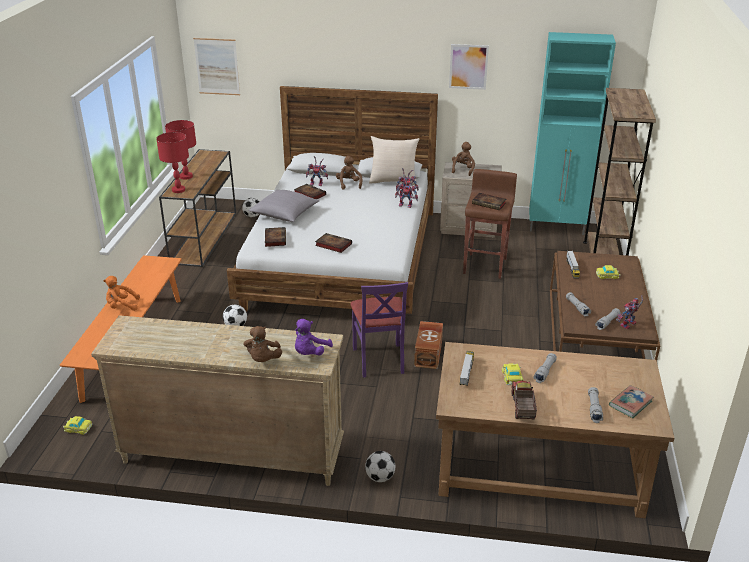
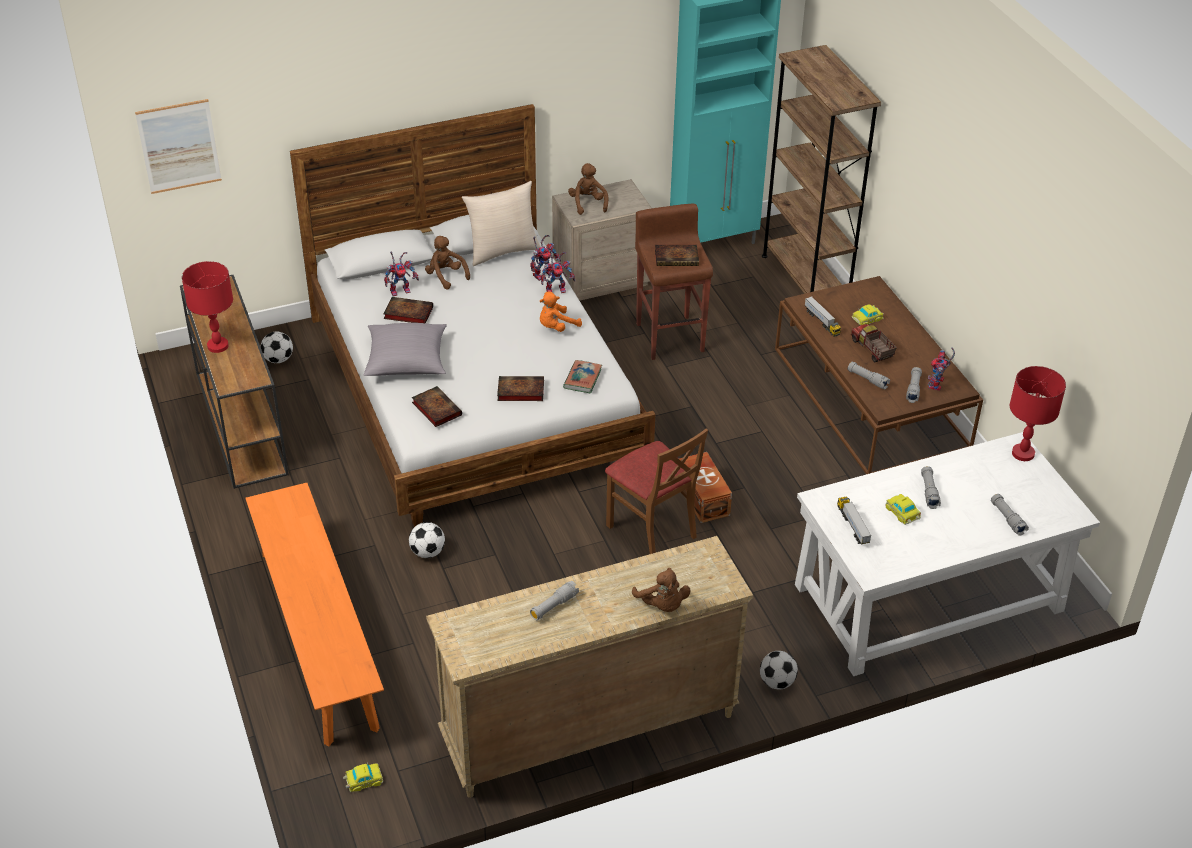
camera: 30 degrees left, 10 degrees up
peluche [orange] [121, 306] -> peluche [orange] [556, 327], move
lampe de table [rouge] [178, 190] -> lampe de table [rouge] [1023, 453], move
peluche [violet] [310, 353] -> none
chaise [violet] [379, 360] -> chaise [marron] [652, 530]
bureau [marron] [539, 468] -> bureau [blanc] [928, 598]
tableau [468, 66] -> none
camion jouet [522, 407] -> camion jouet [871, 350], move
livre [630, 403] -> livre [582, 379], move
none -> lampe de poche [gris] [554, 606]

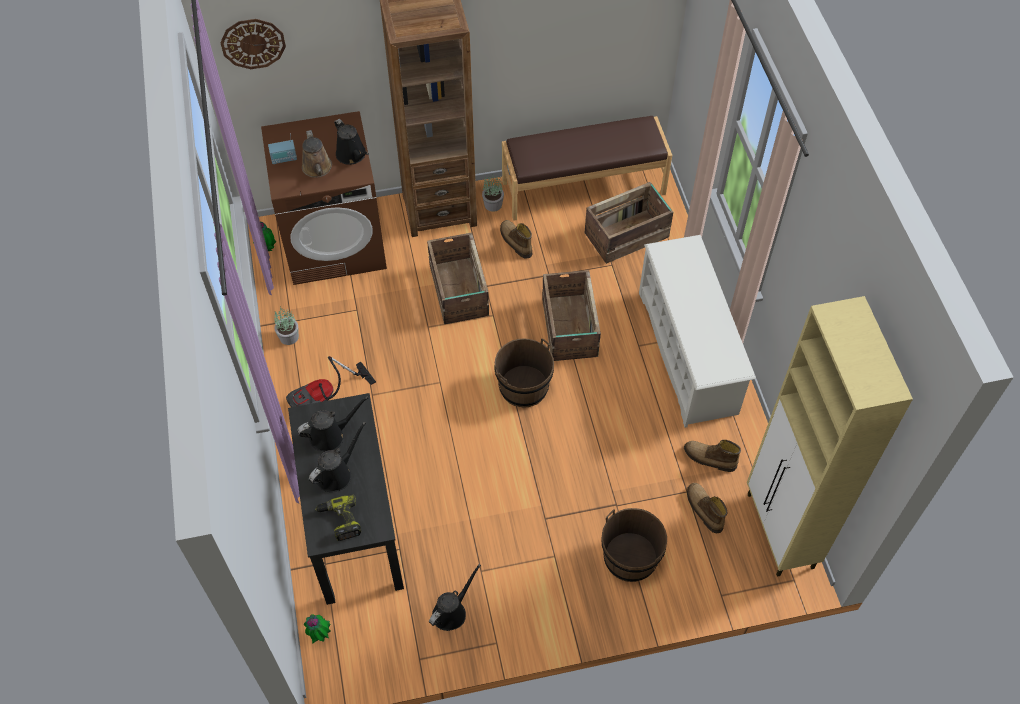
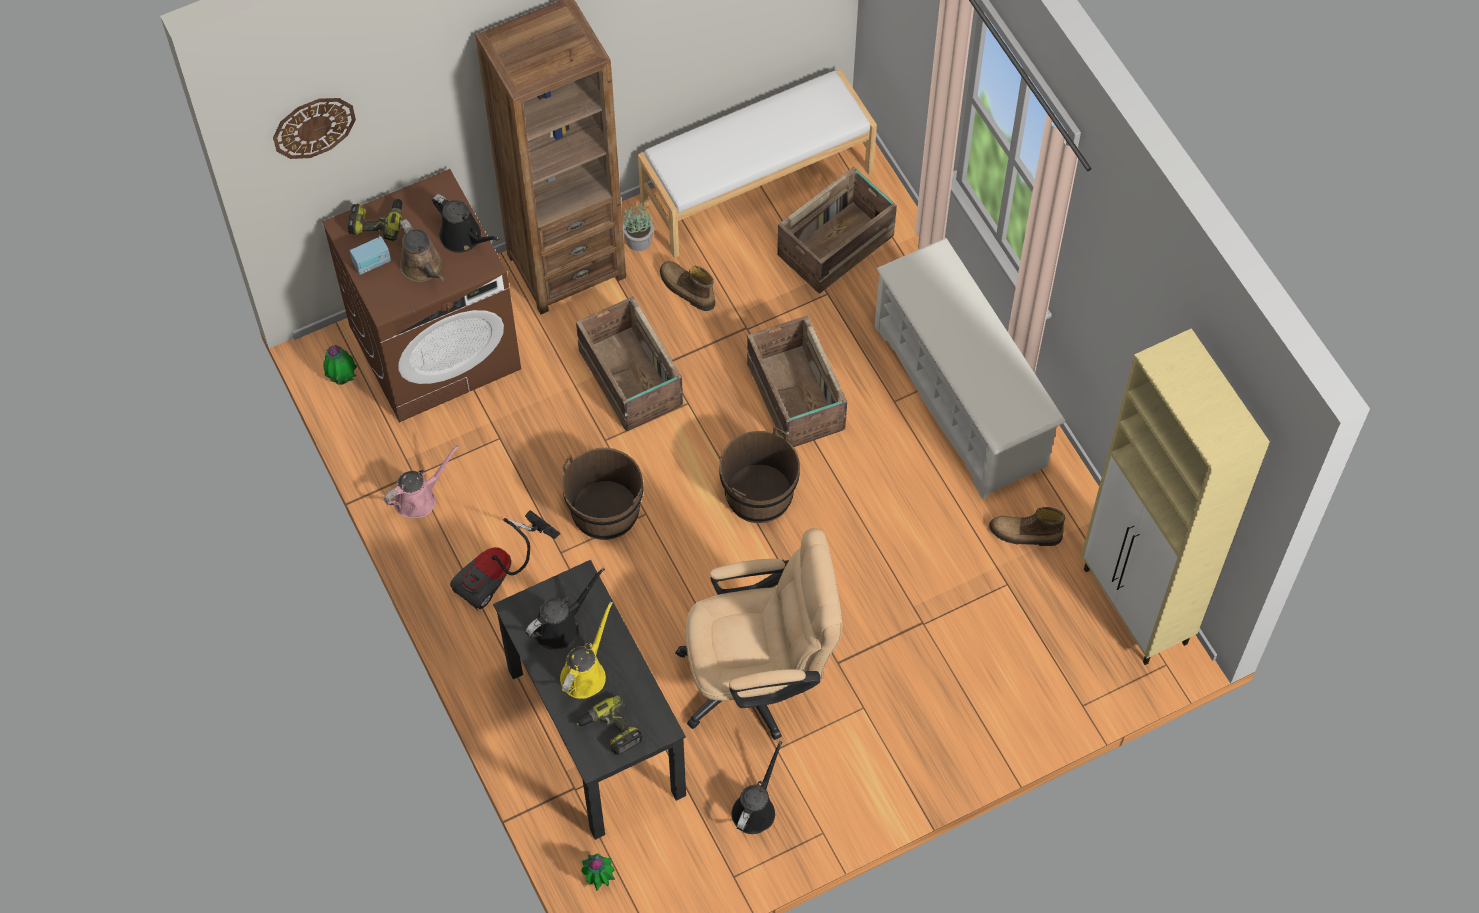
camera: 15 degrees left, 5 degrees up
plante en pot [288, 336] -> arrosoir [rose] [419, 498]
arrosoir [noir] [336, 473] -> arrosoir [jaune] [585, 673]
banc [marron] [583, 187] -> banc [blanc] [756, 186]
seau [marron] [630, 558] -> seau [marron] [605, 511], move
botte [703, 510] -> none
none -> perceuse [377, 222]
none -> chaise de bureau [beige] [759, 679]

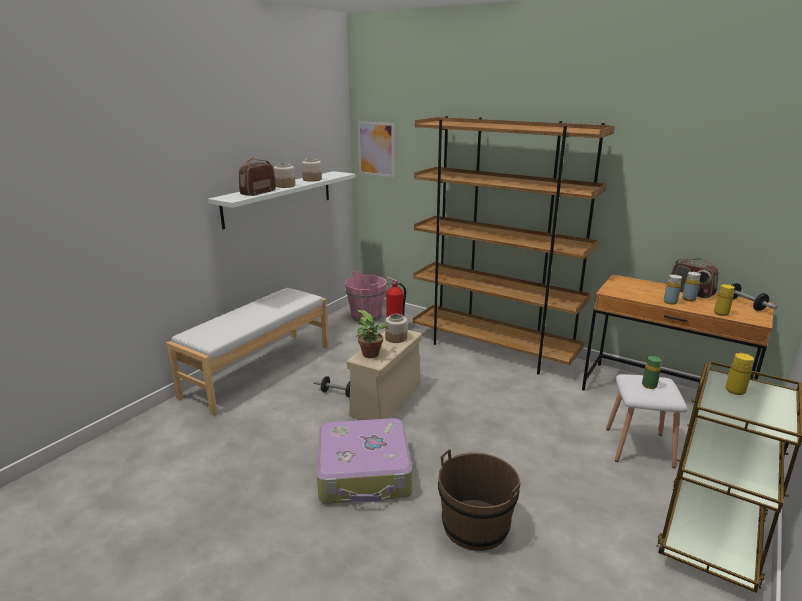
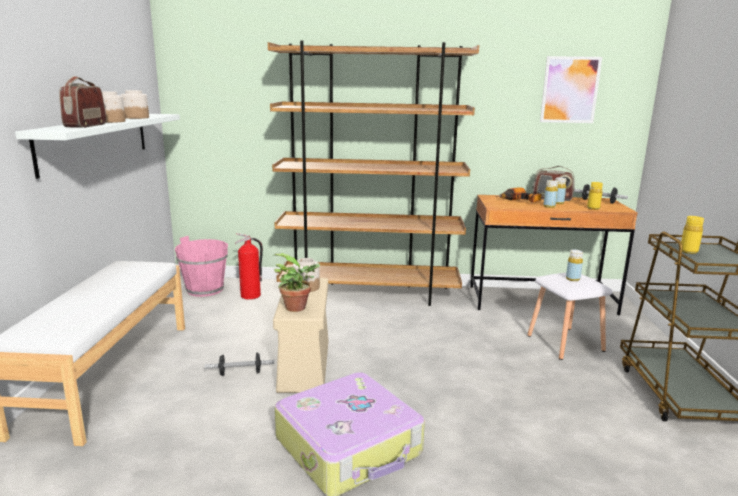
camera: 30 degrees left, 5 degrees down
tableau [376, 149] -> tableau [570, 90], move
seau [marron] [475, 525] -> none
bouteille [vert] [649, 385] -> bouteille [jaune] [572, 279]
none -> perceuse [519, 201]

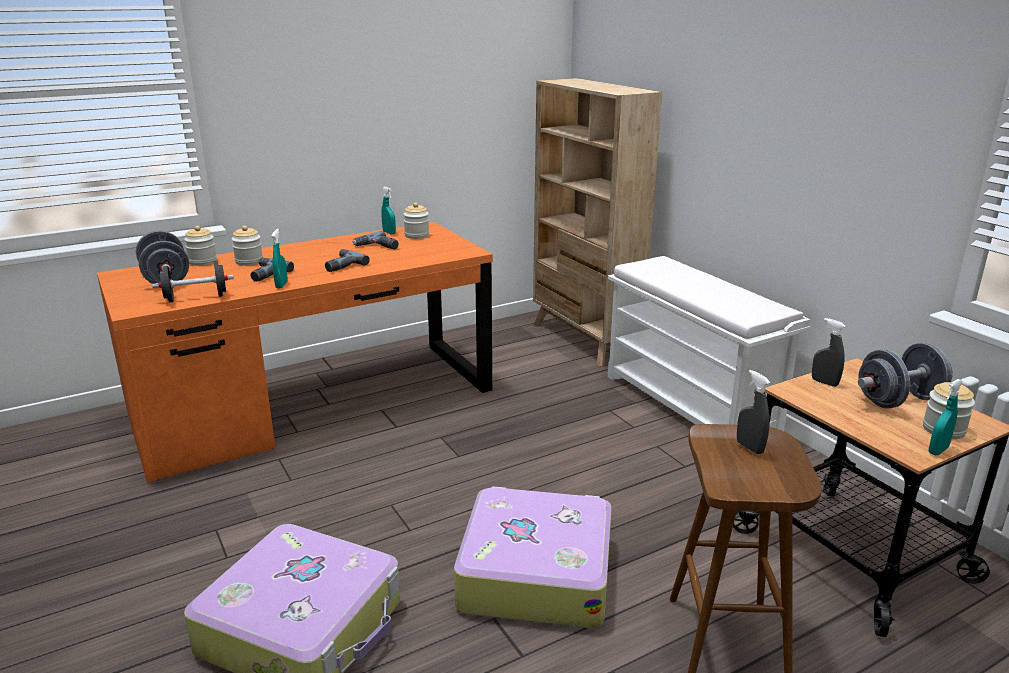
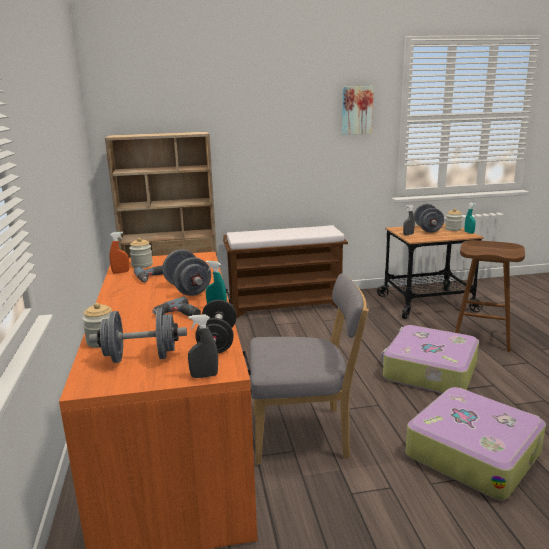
camera: 70 degrees left, 5 degrees down
bocal [249, 261] -> none
perceuse [340, 265] -> haltère [gris] [188, 289]
vaporisateur [turquoise] [389, 233] -> vaporisateur [orange] [120, 272]
banc [blanc] [691, 405] -> banc [marron] [286, 304]
vaporisateur [gris] [749, 447] -> vaporisateur [gris] [204, 376], move
none -> chaise [gris] [305, 435]
none -> tableau [356, 110]

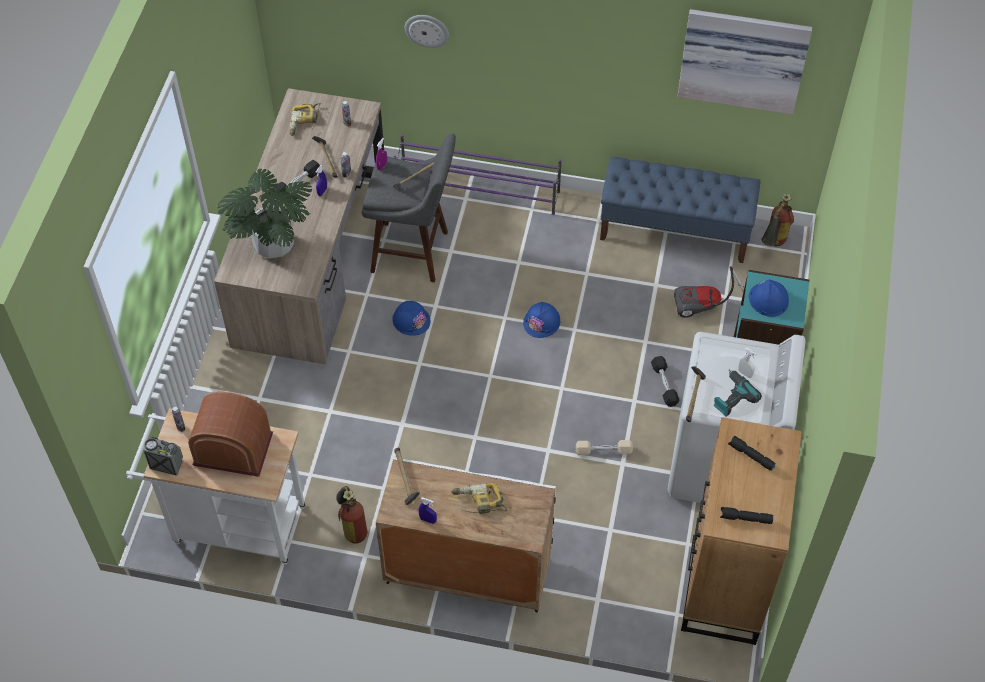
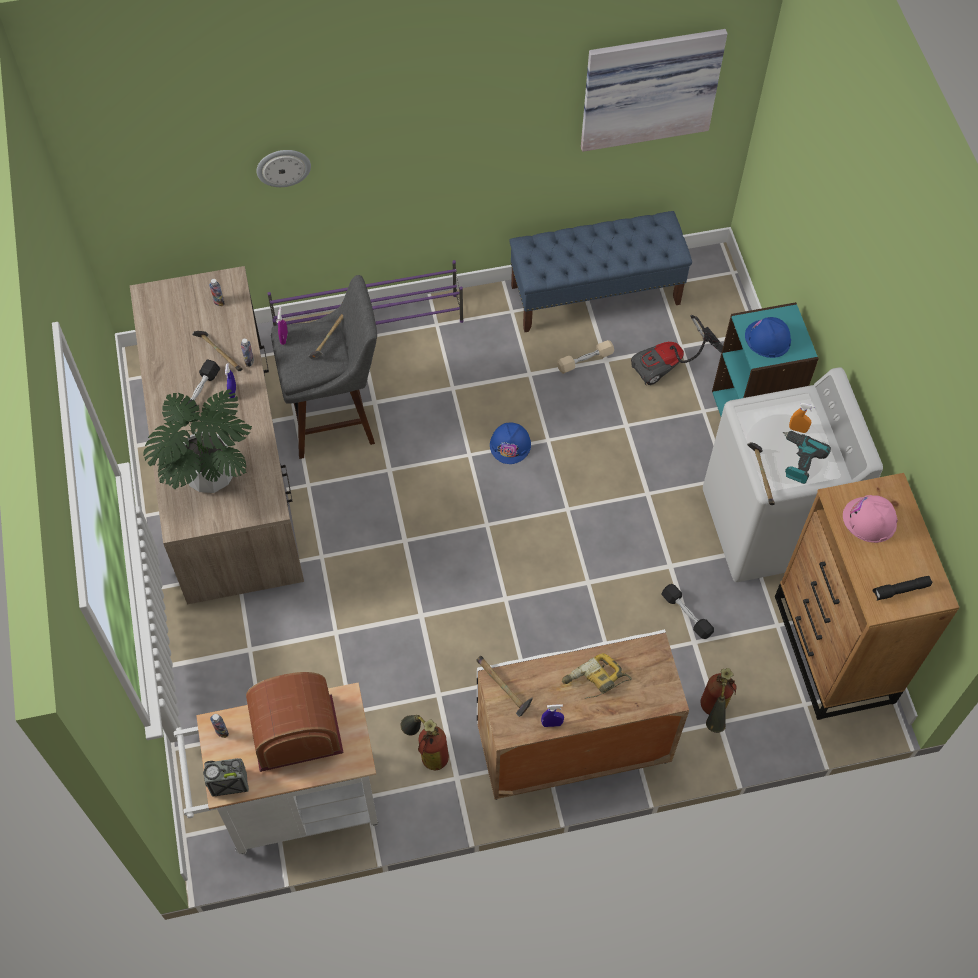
camera: 25 degrees left, 5 degrees up
perceuse [305, 122] -> none
casque de chantier [bleu] [411, 320] -> none
haltère [beige] [603, 451] -> haltère [beige] [585, 361], move
haltère [noir] [664, 385] -> haltère [noir] [686, 614], move
lampe de poche [noir] [750, 456] -> casque de chantier [rose] [869, 520]
vaporisateur [blanc] [745, 373] -> vaporisateur [orange] [798, 429]
extincteur [772, 245] -> extincteur [712, 715], move

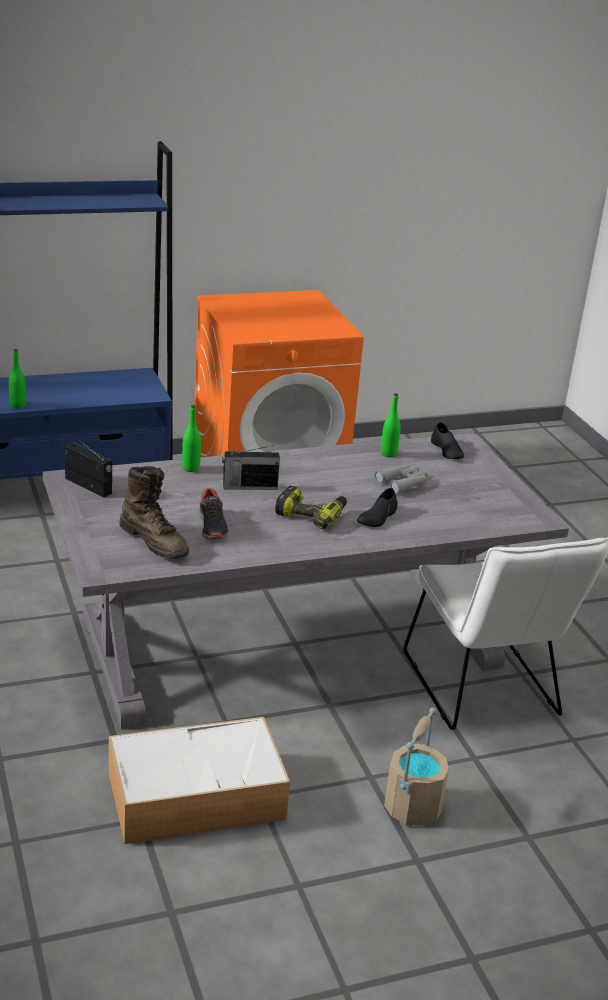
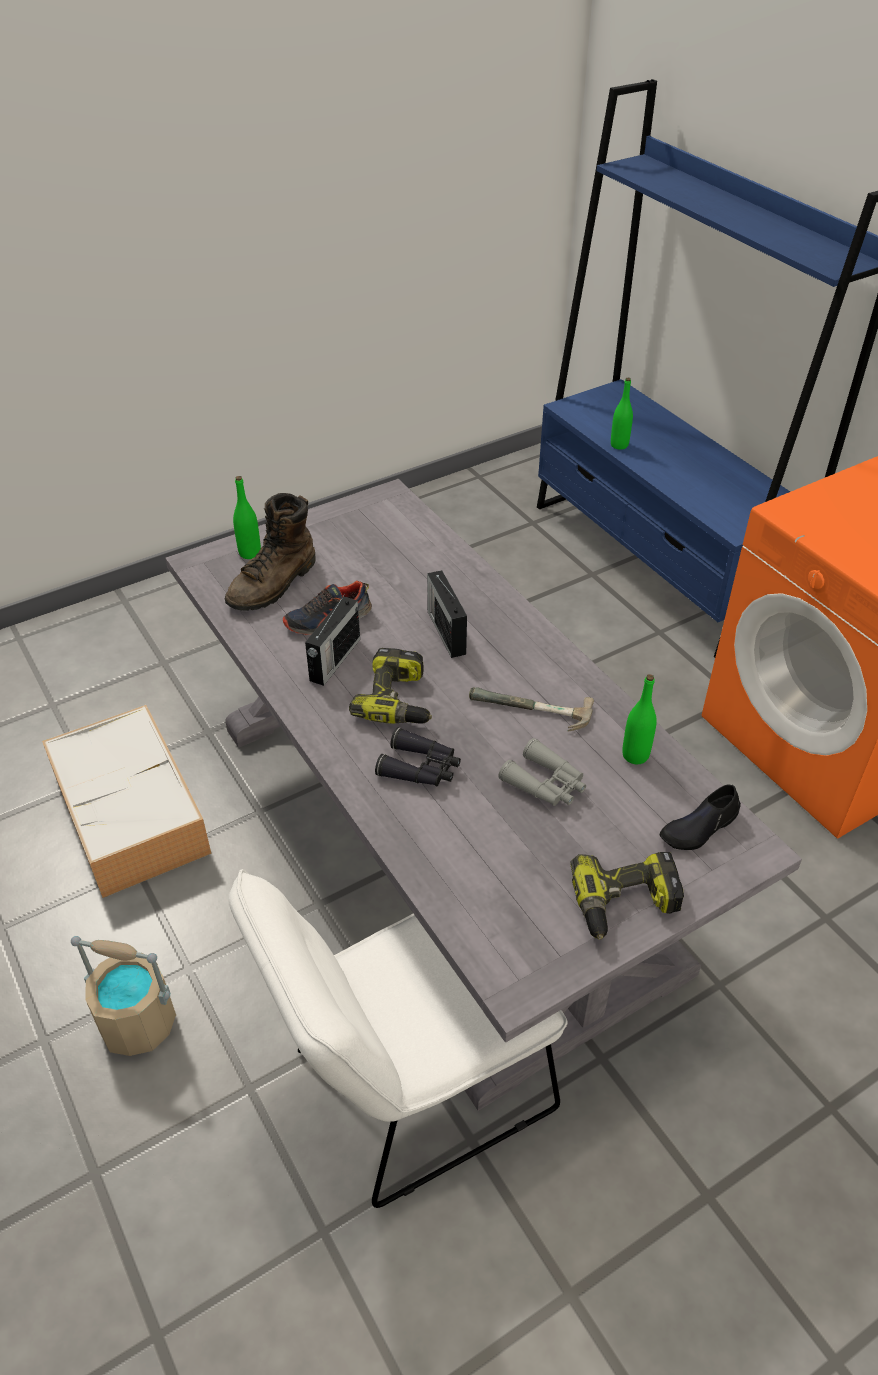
camera: 80 degrees right, 15 degrees up
radio [89, 486] -> radio [334, 660], move
bouteille [vert] [190, 468] -> bouteille [vert] [250, 553], move
chaussure [noir] [377, 517] -> jumelles [noir] [421, 768]
none -> marteau [529, 712]
none -> perceuse [625, 904]

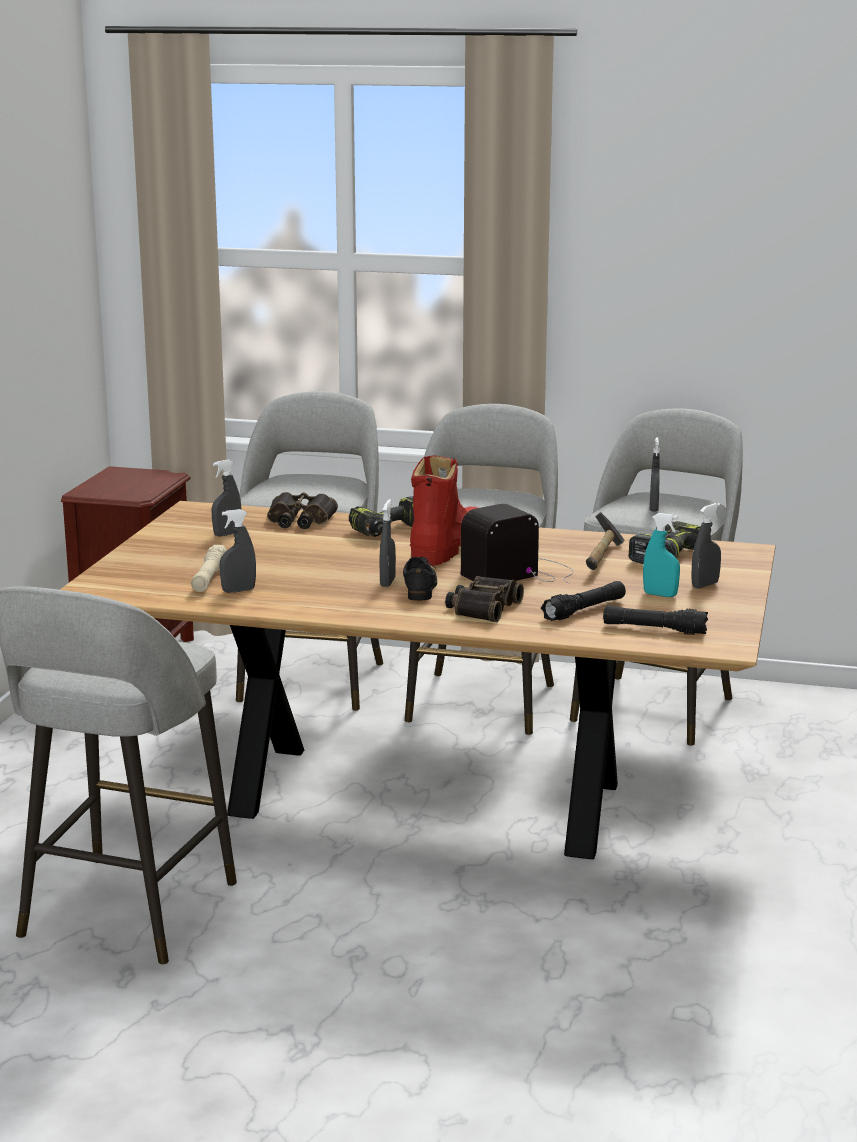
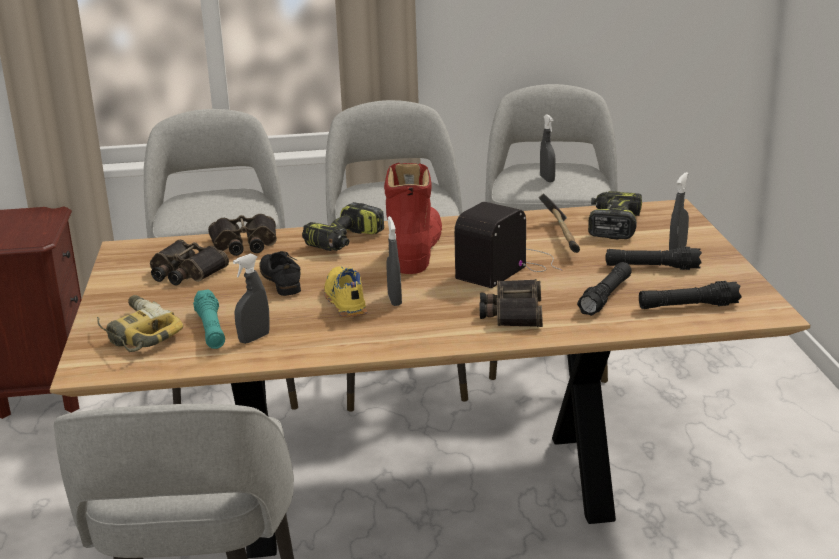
camera: 20 degrees left, 5 degrees up
lampe de poche [beige] [209, 578] -> lampe de poche [turquoise] [211, 329]
vaporisateur [gris] [227, 534] -> jumelles [184, 272]
chaussure [noir] [419, 587] -> chaussure [noir] [280, 280], move
vaporisateur [turquoise] [660, 595] -> lampe de poche [noir] [652, 267]
none -> perceuse [136, 334]
none -> chaussure [jaune] [344, 301]

